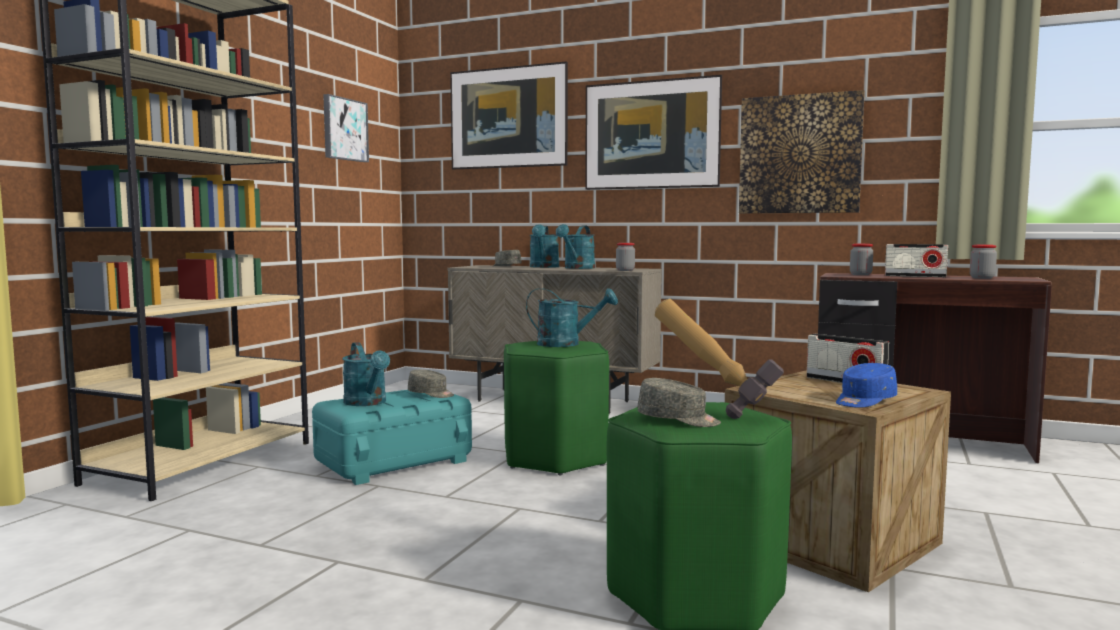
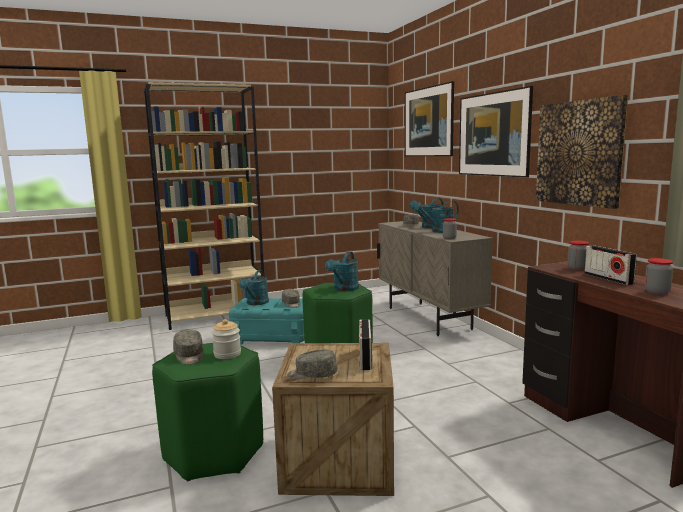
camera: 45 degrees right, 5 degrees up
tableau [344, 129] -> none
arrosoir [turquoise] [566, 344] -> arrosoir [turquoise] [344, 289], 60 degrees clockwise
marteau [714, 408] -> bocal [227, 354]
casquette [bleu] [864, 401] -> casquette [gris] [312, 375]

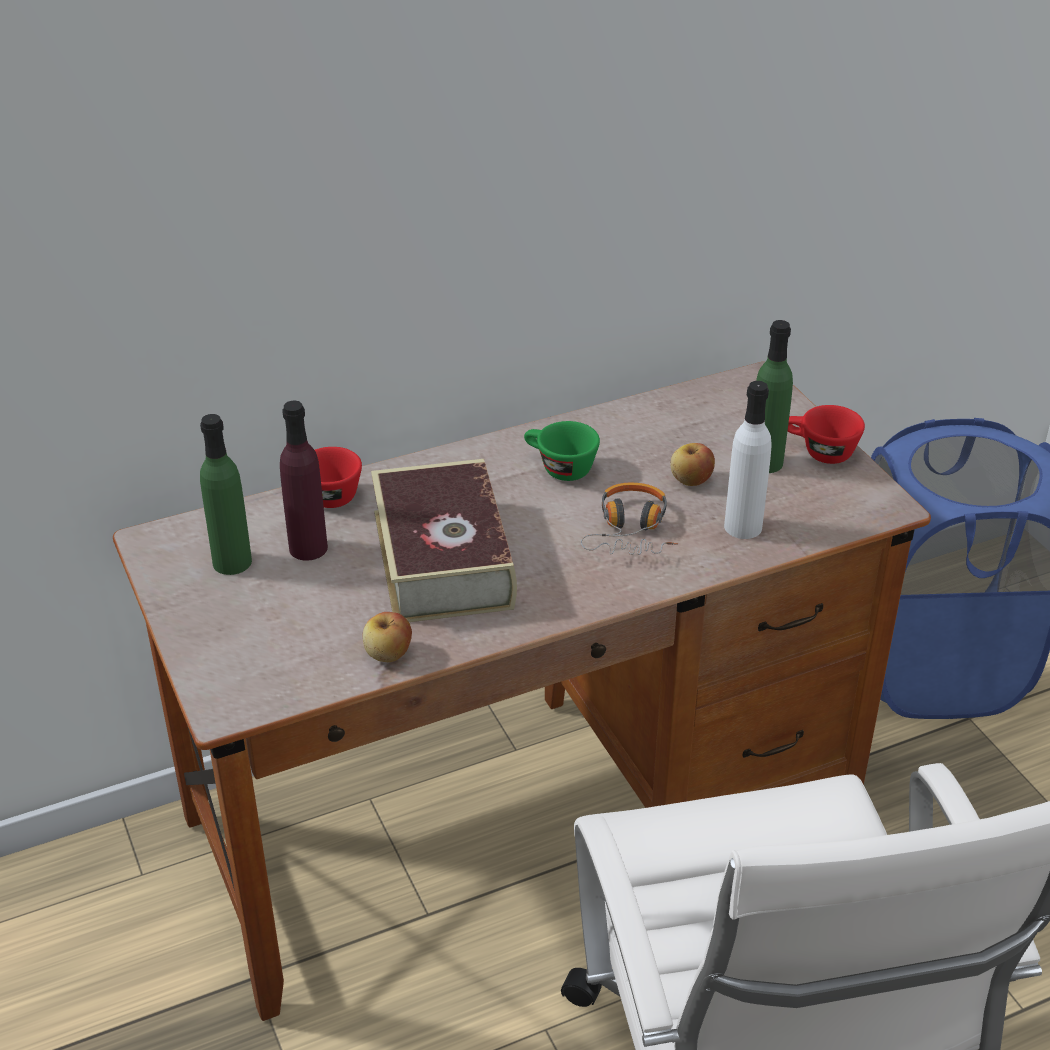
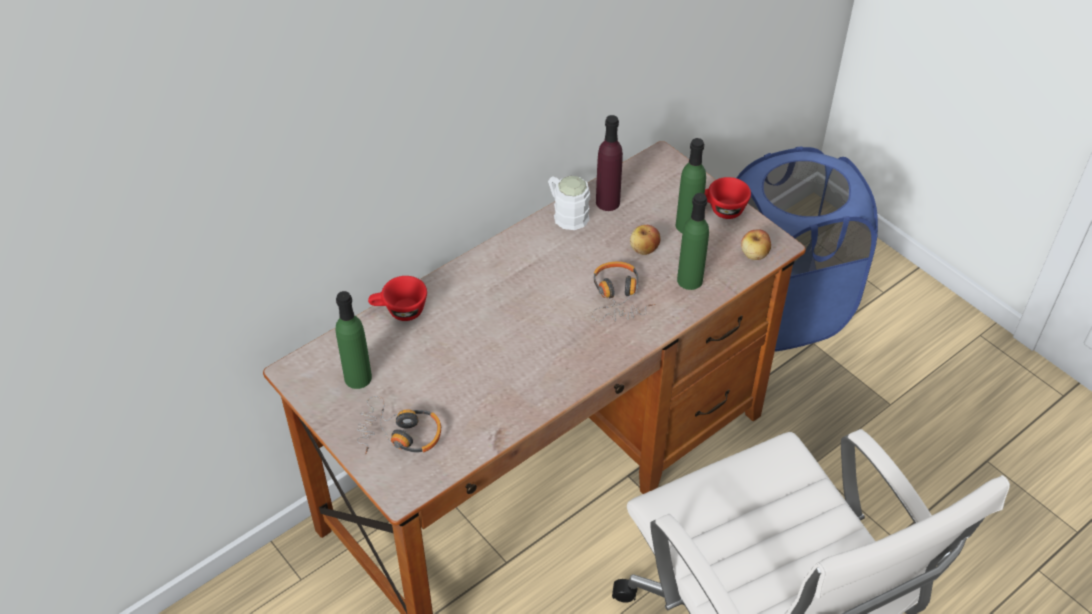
camera: 15 degrees left, 10 degrees up
bouteille [violet] [308, 548] -> bouteille [violet] [607, 202], move
pomme [388, 654] -> pomme [754, 254], move
livre [443, 559] -> none
tasse [vert] [559, 468] -> none
bouteille [blanc] [743, 527] -> bouteille [vert] [689, 280]
none -> casque audio [399, 434]
none -> mug [blanc] [566, 213]

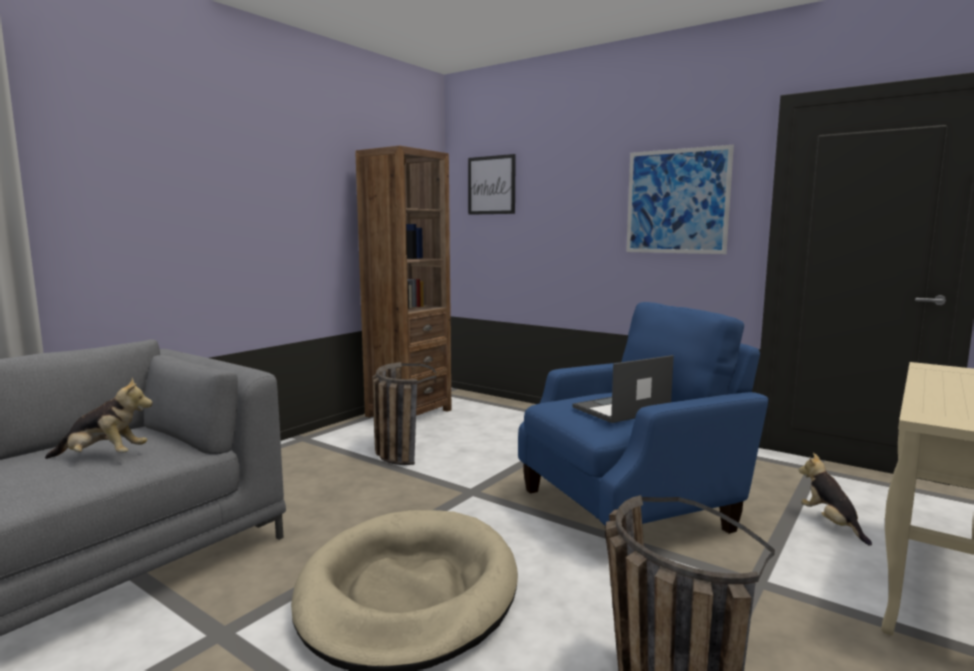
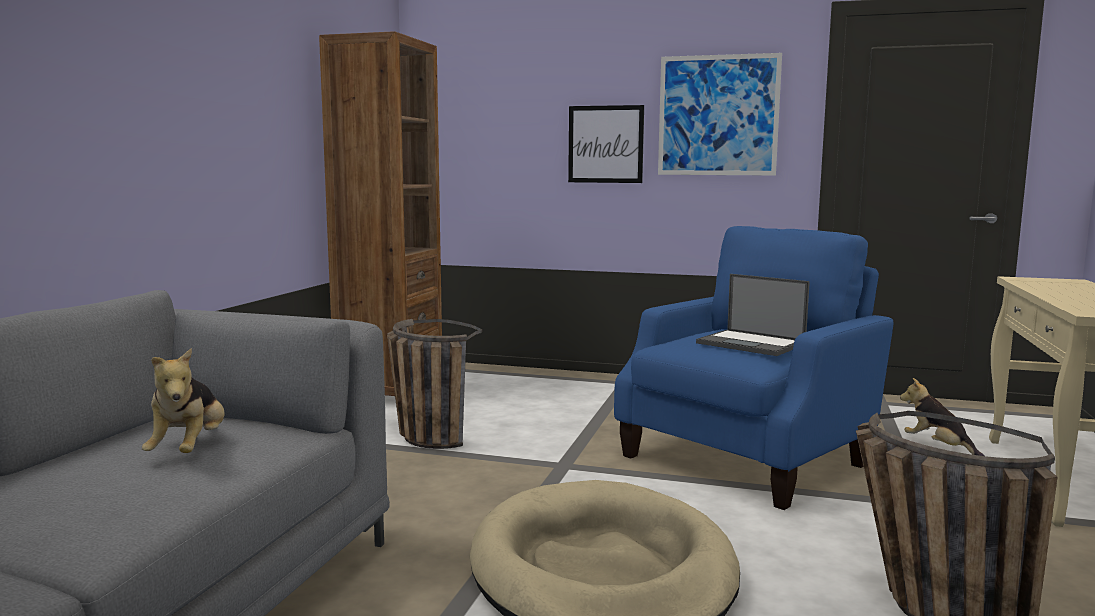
camera: 20 degrees left, 0 degrees up
peluche [103, 457] -> peluche [190, 450], 105 degrees clockwise
tableau [491, 185] -> tableau [605, 144], move
ordinateur portable [620, 409] -> ordinateur portable [752, 344], 90 degrees counterclockwise

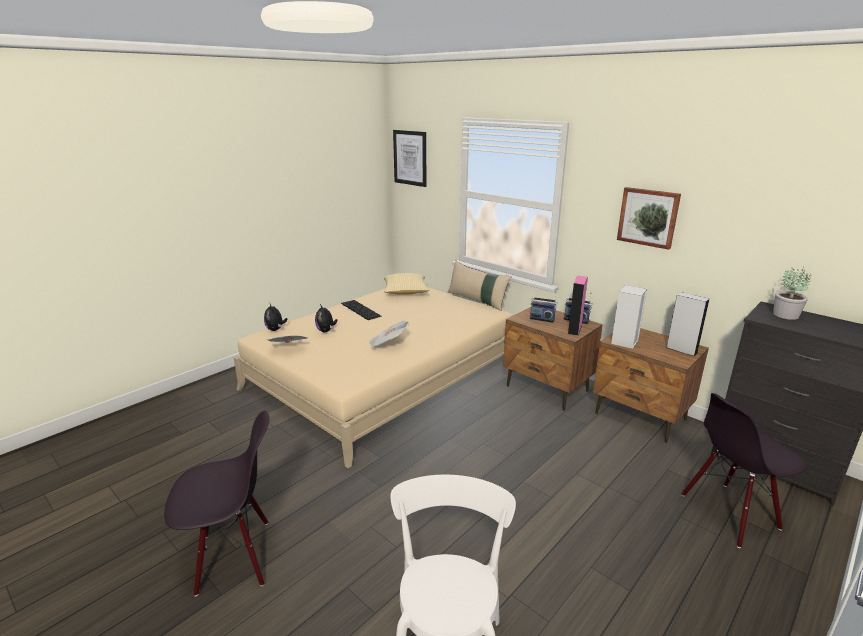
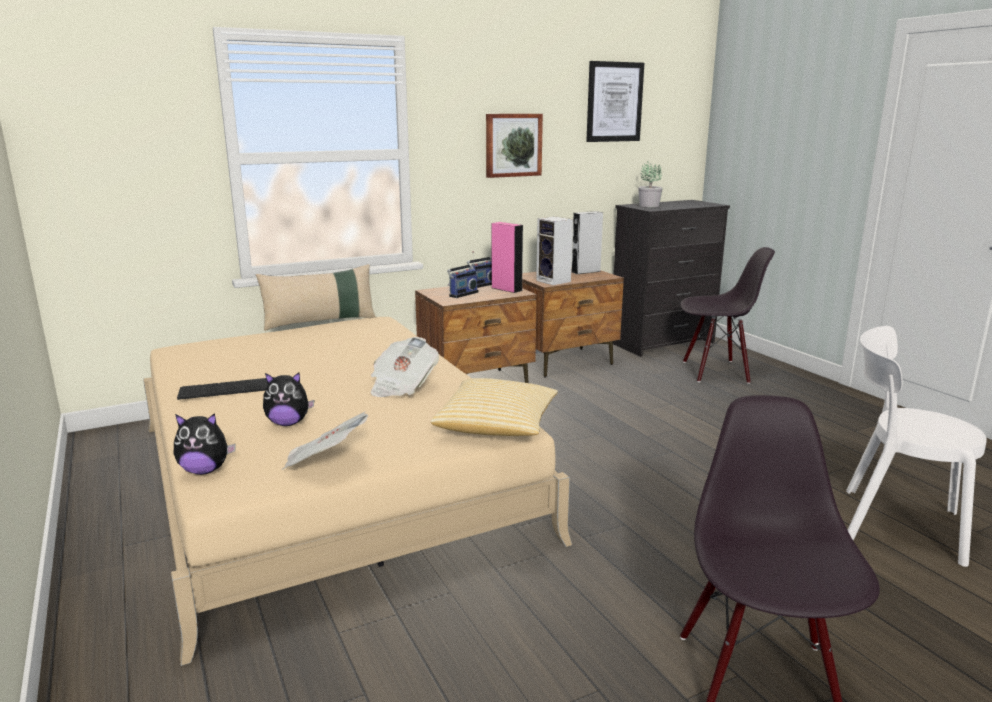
camera: 70 degrees left, 5 degrees down
coussin [405, 292] -> coussin [497, 426], move
tableau [410, 158] -> tableau [614, 102], move
chaise [noir] [730, 513] -> chaise [noir] [715, 371], 90 degrees counterclockwise

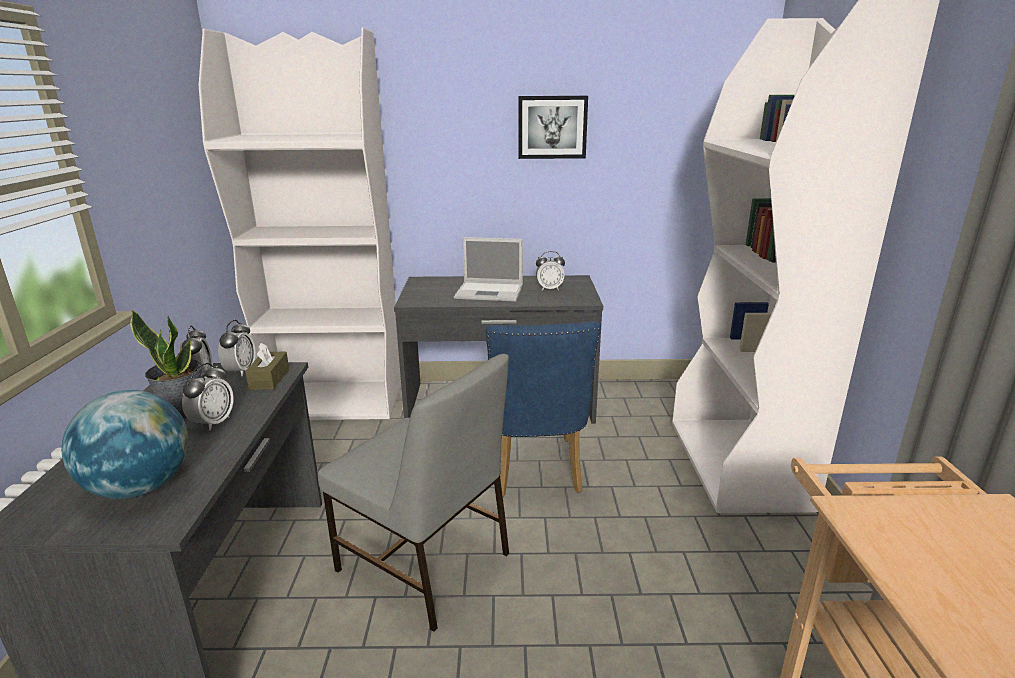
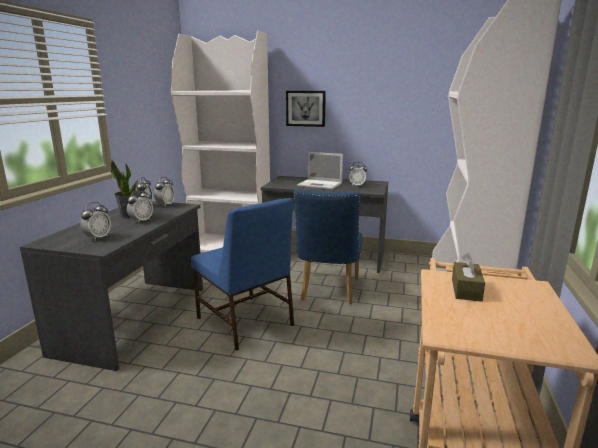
camera: 15 degrees right, 5 degrees down
globe [140, 487] -> réveil [98, 238]
boîte à mouchoirs [marron] [269, 379] -> boîte à mouchoirs [marron] [466, 290], move
chaise [gris] [425, 564] -> chaise [bleu] [245, 322]
tableau [552, 127] -> tableau [305, 108], move

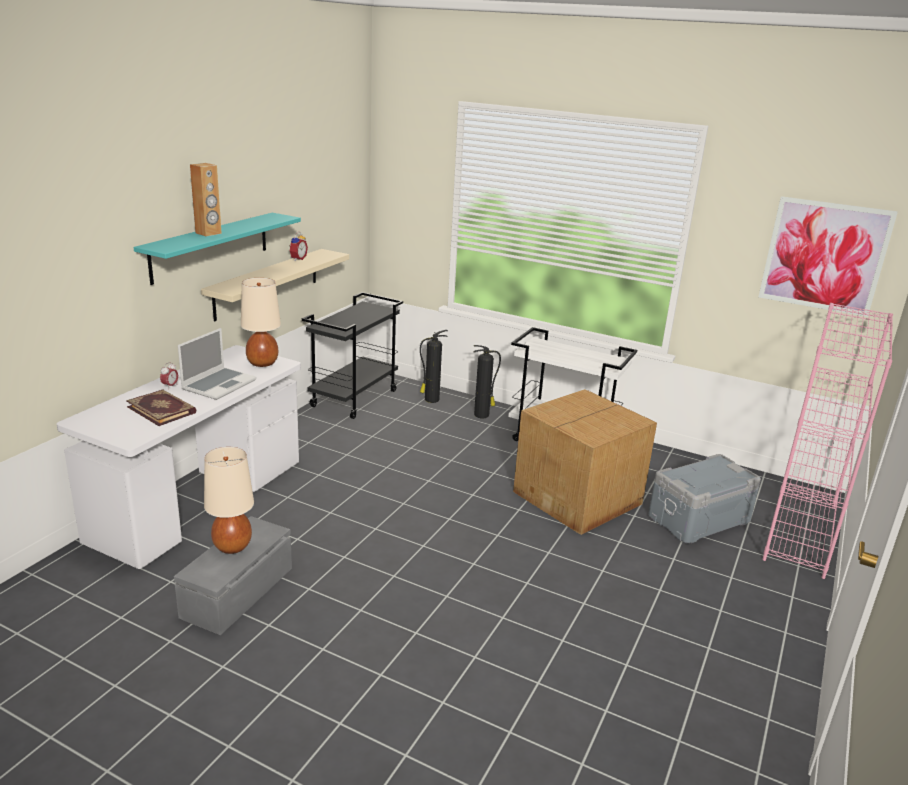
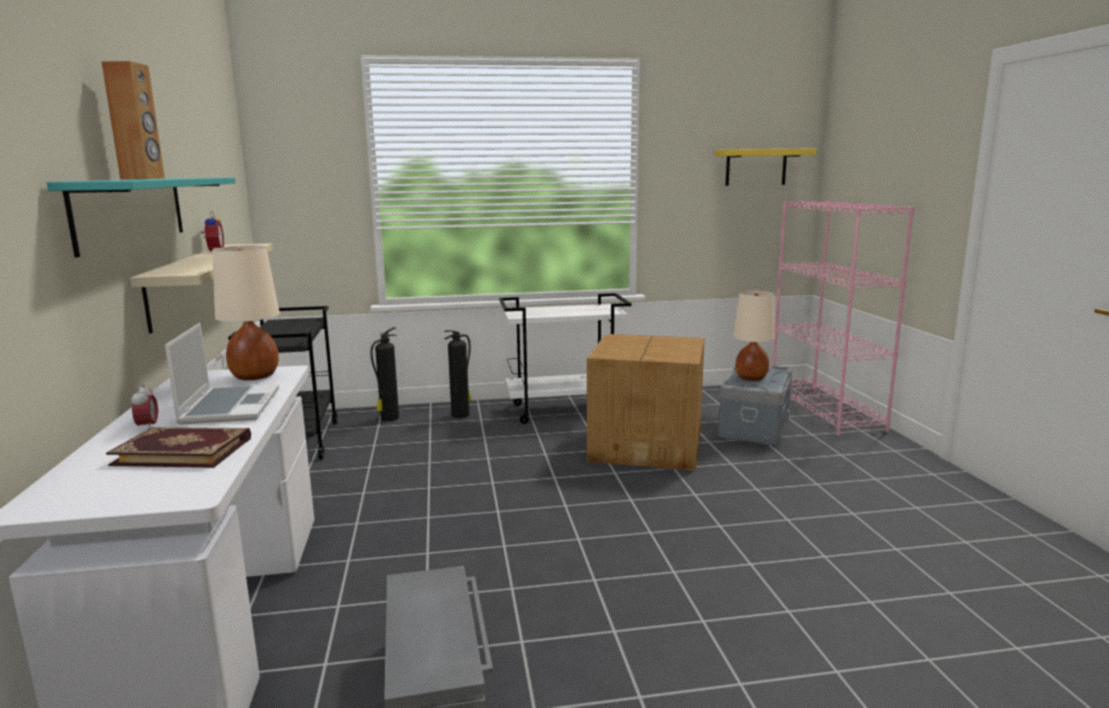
camera: 35 degrees left, 10 degrees down
lampe de table [beige] [232, 546] -> lampe de table [beige] [750, 378], move
tableau [824, 256] -> étagère [jaune] [756, 167]

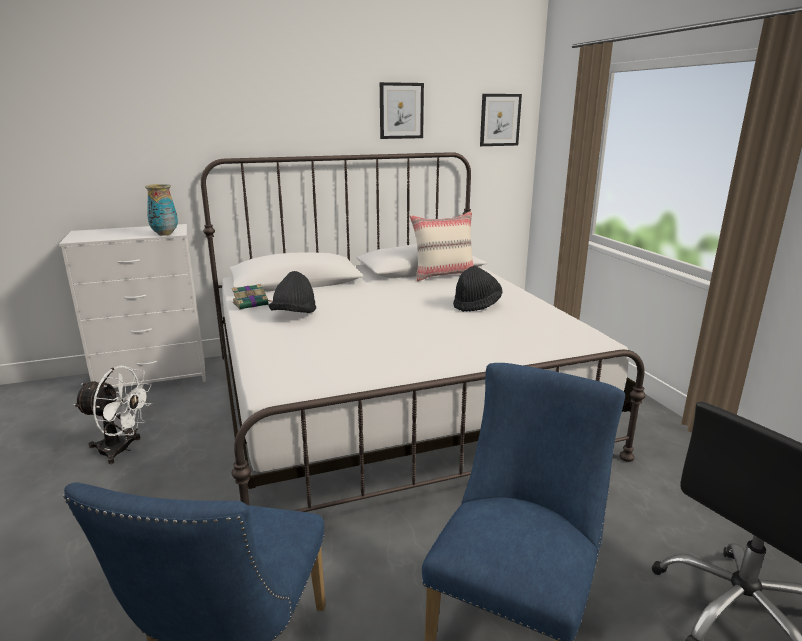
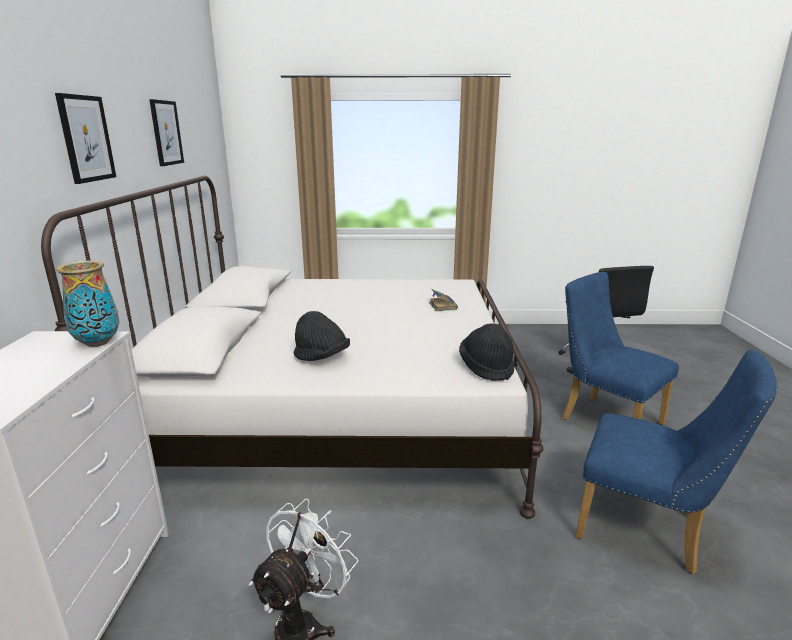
camera: 70 degrees left, 0 degrees up
livre [251, 304] -> livre [442, 306], move
coussin [beige] [443, 275] -> none
chapeau [noir] [477, 305] -> chapeau [noir] [486, 368], move
tableau [500, 120] -> tableau [86, 138], move

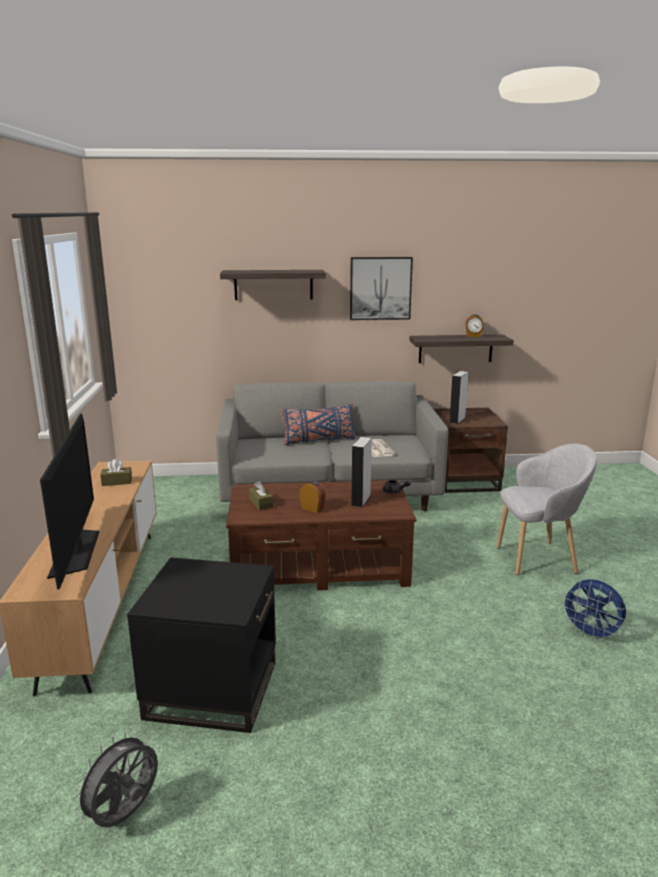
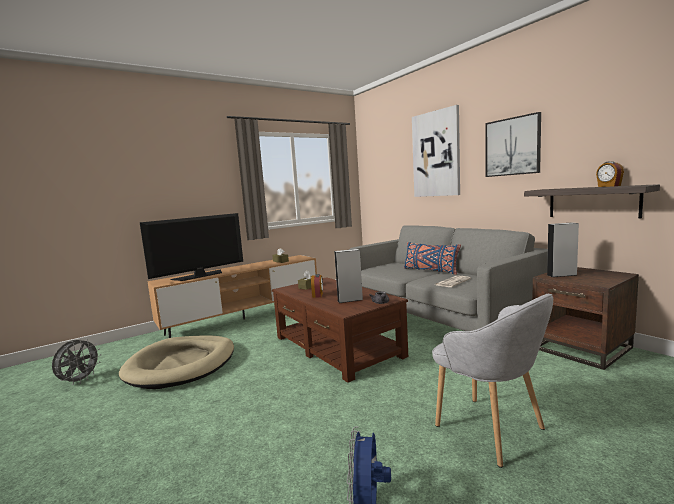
camera: 60 degrees right, 10 degrees down
ventilateur [gris] [124, 816] -> ventilateur [gris] [79, 381], 105 degrees clockwise
table d'appoint [noir] [212, 689] -> panier pour chien [beige] [182, 364]
étagère [273, 284] -> tableau [436, 154]

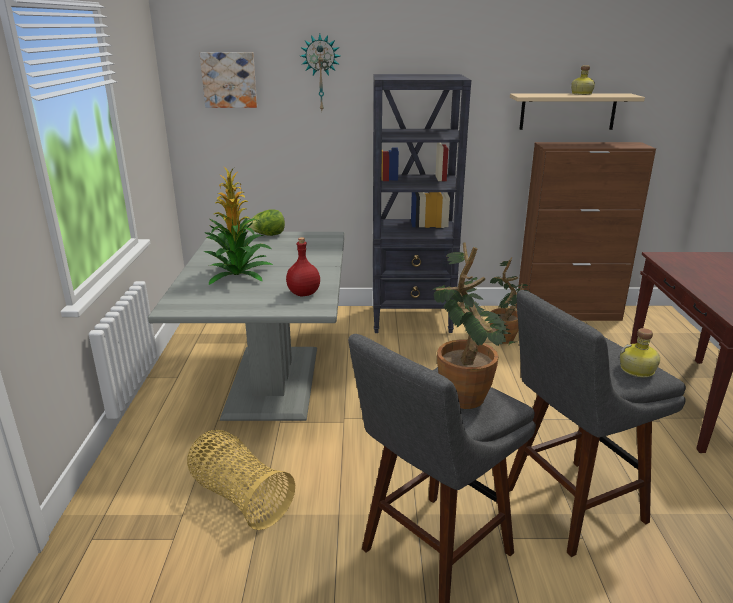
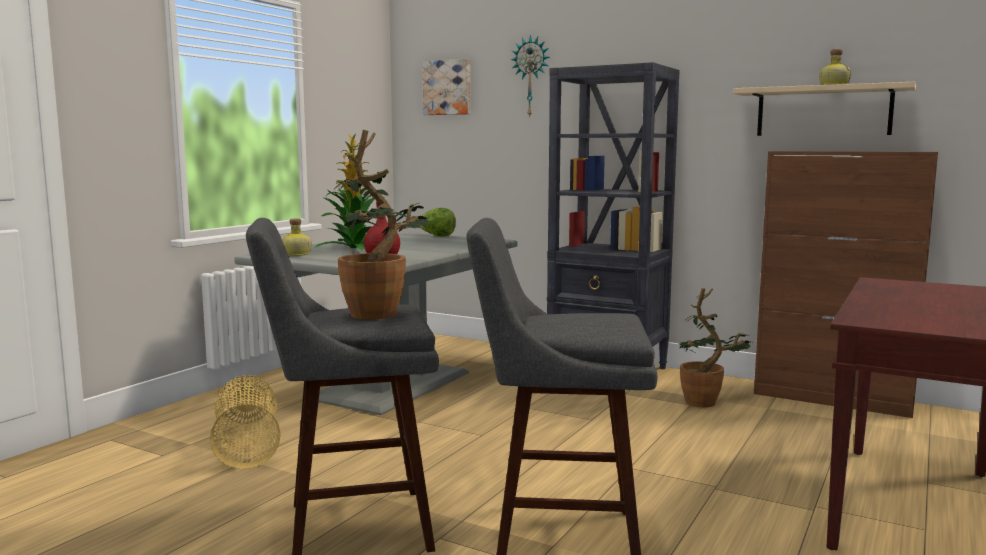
camera: 30 degrees right, 15 degrees down
bouteille [637, 370] -> bouteille [296, 254], move

